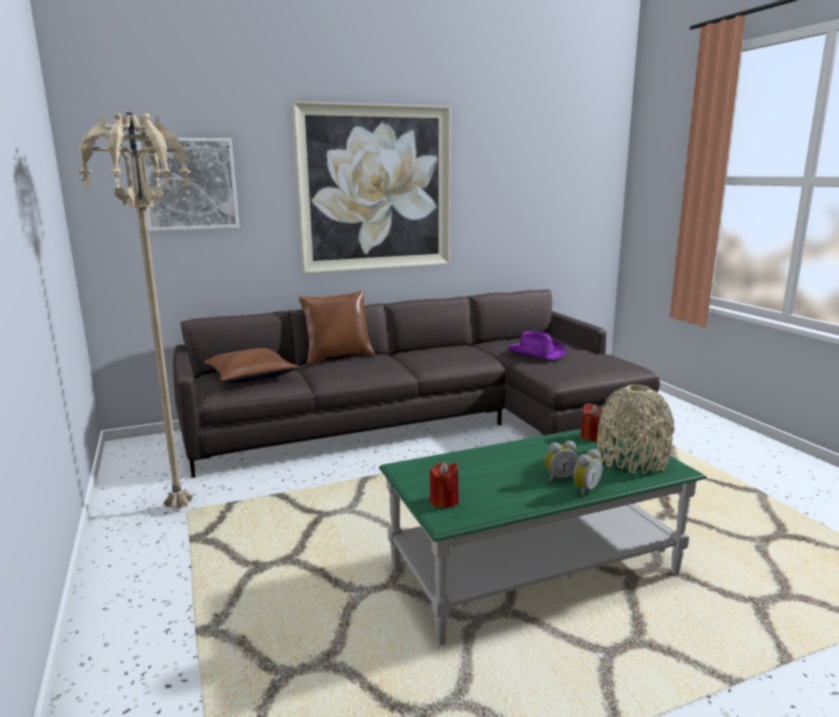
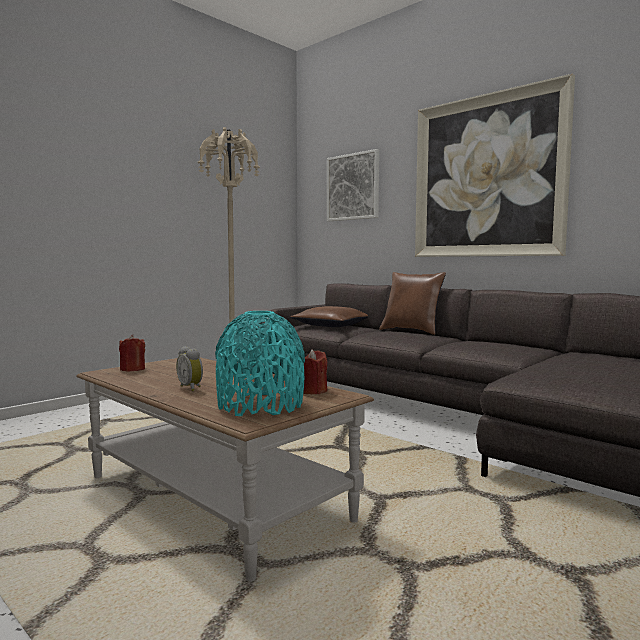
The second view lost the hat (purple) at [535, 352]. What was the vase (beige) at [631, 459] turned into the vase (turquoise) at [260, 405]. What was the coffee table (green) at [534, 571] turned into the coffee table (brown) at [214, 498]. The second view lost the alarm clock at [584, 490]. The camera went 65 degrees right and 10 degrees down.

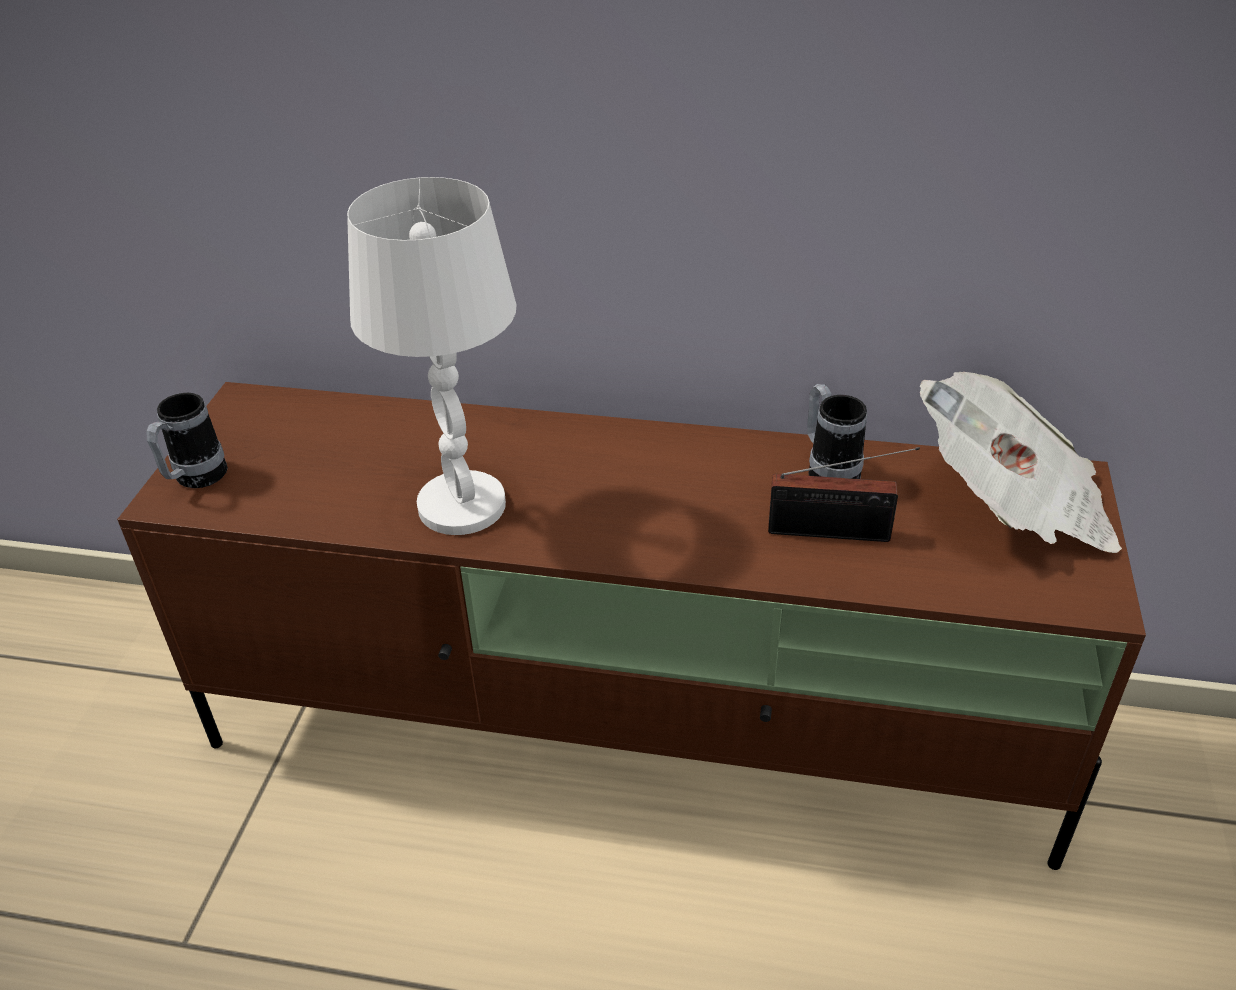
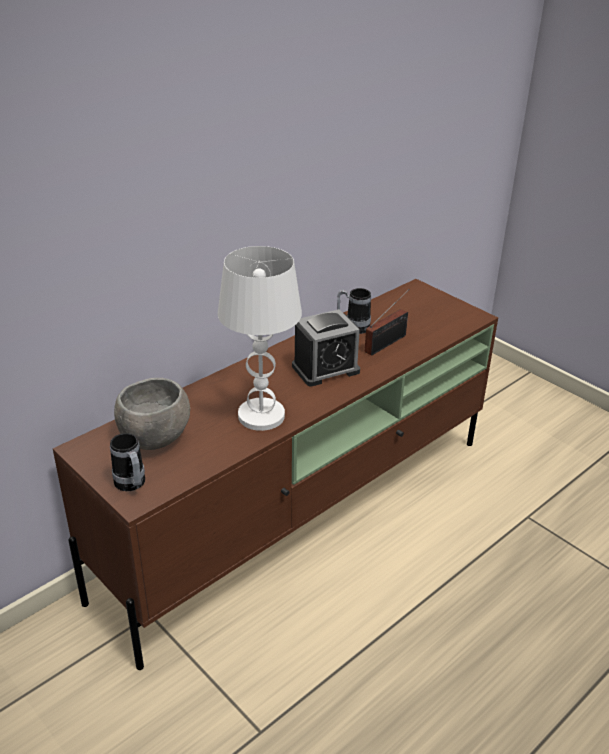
The second view lost the newspaper at [1012, 507]. The second view gained the alarm clock at [325, 369]. The second view gained the bowl (grey) at [154, 439]. The camera went 55 degrees left and 5 degrees down.

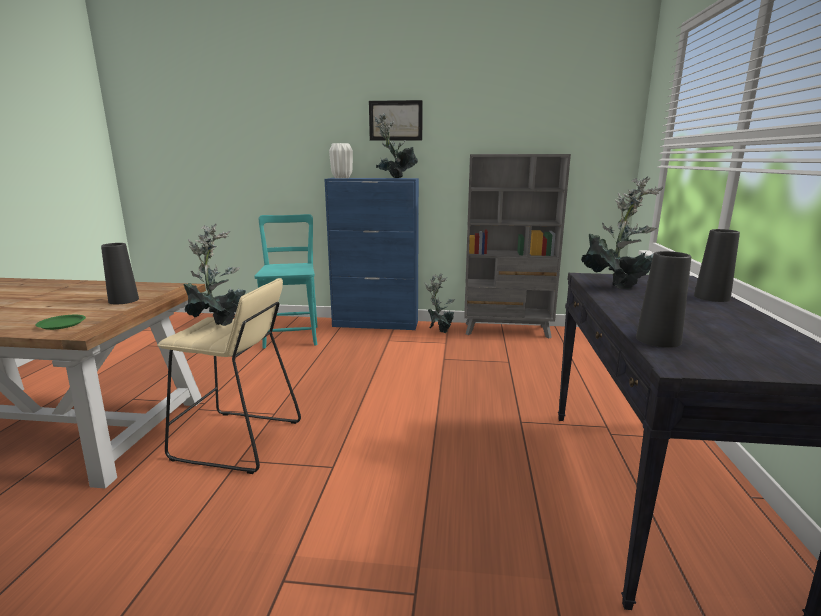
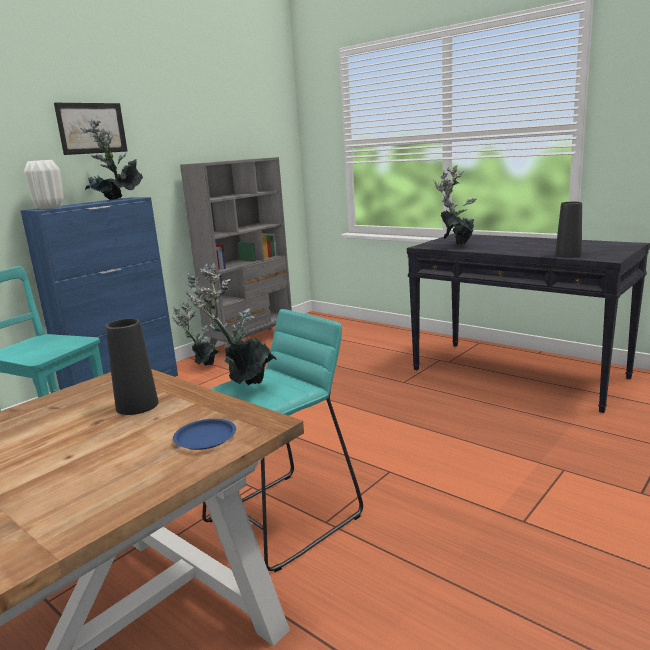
The second view lost the vase (black) at [711, 297]. What was the stool (beige) at [237, 441] turned into the stool (turquoise) at [284, 518]. What was the plate (green) at [62, 324] turned into the plate (blue) at [205, 438]. The camera went 55 degrees left and 0 degrees up.

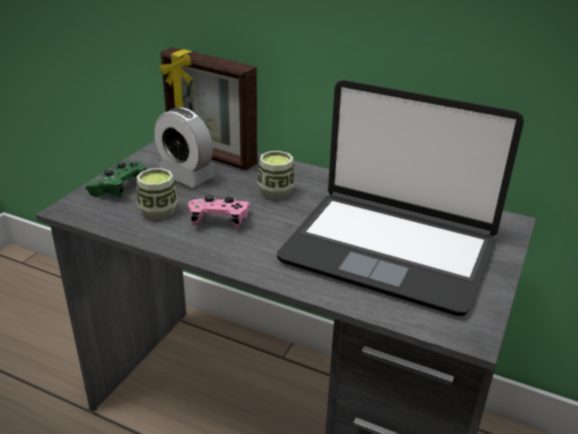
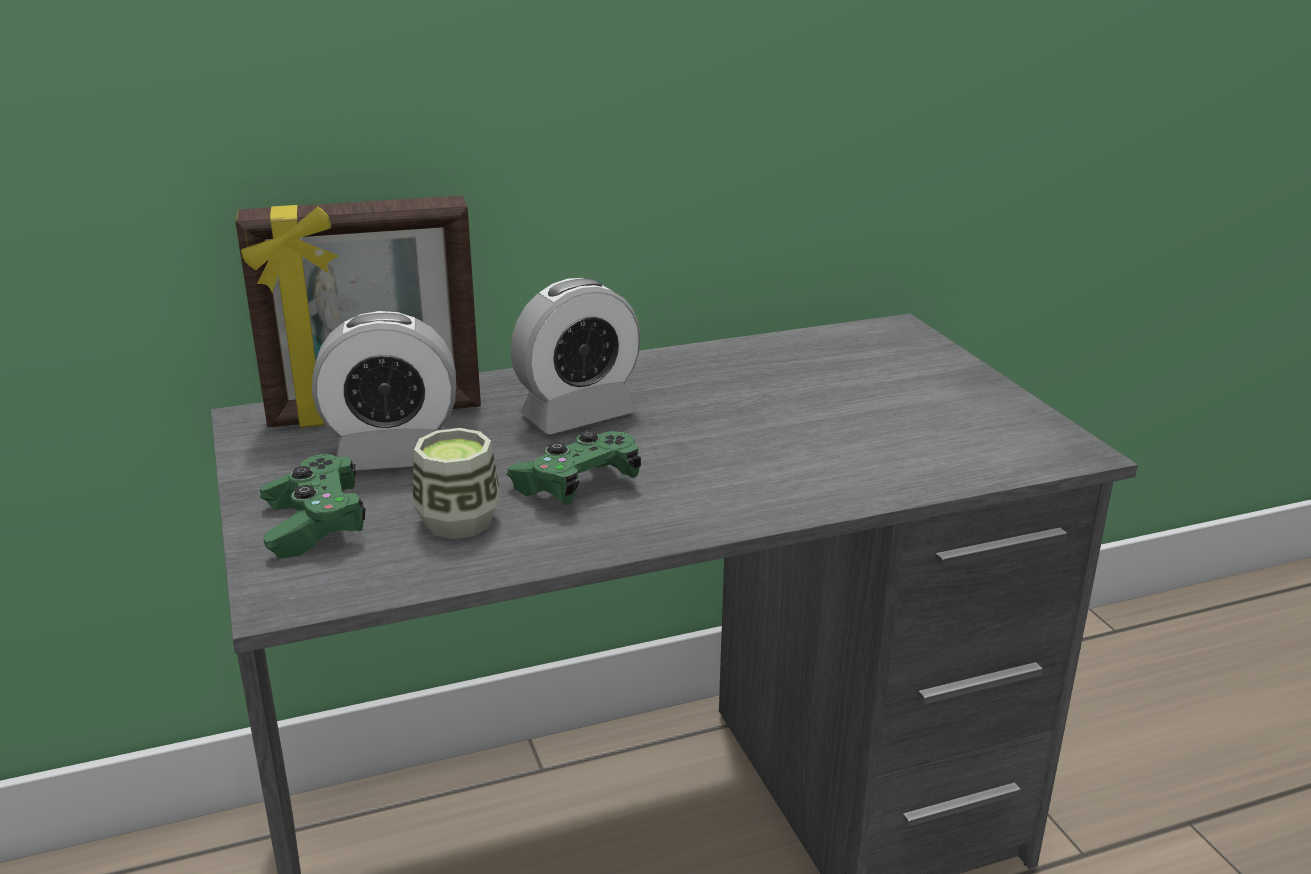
The second view lost the laptop at [389, 250]. Where the cup stood at [276, 192], the alarm clock came to stand at [578, 415]. What was the game controller (pink) at [219, 220] turned into the game controller (green) at [577, 486]. The camera went 45 degrees left and 5 degrees down.

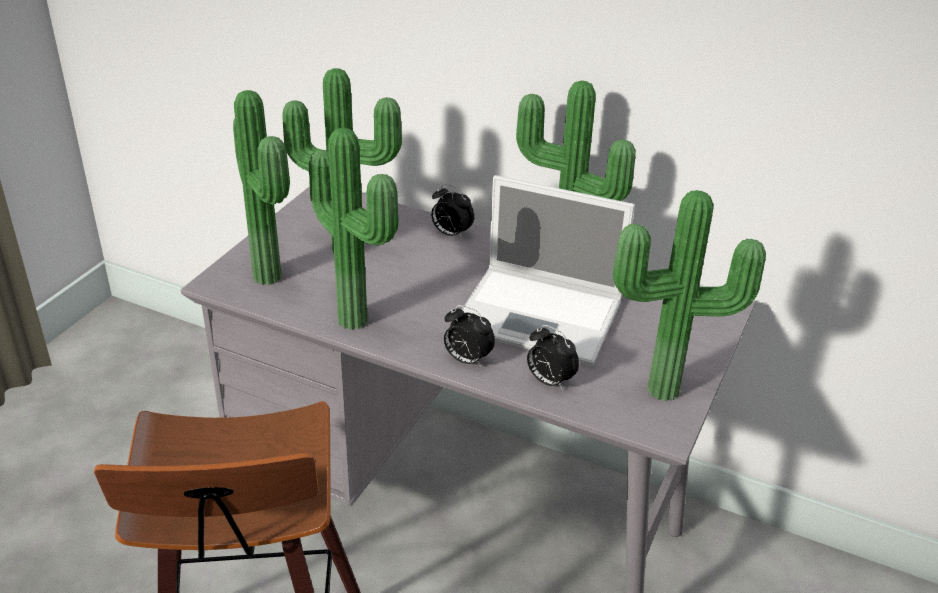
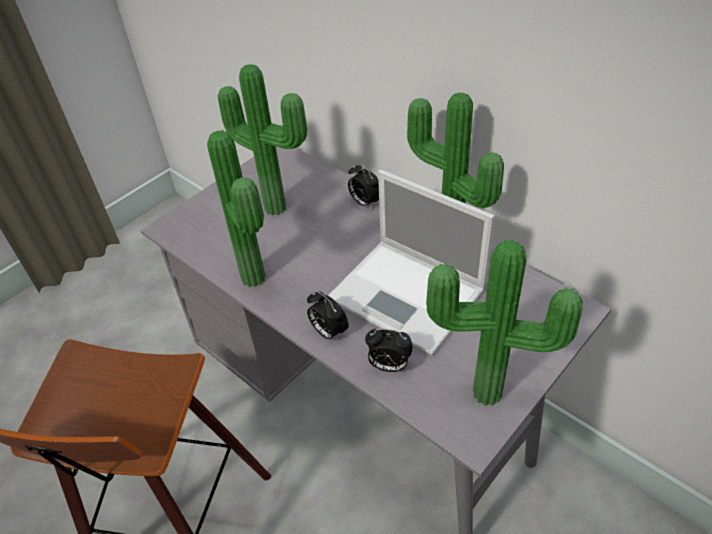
The second view lost the potted plant at [272, 275]. The alarm clock at [549, 381] ended up facing another way, 45 degrees counterclockwise from before. The camera went 20 degrees right and 10 degrees up.

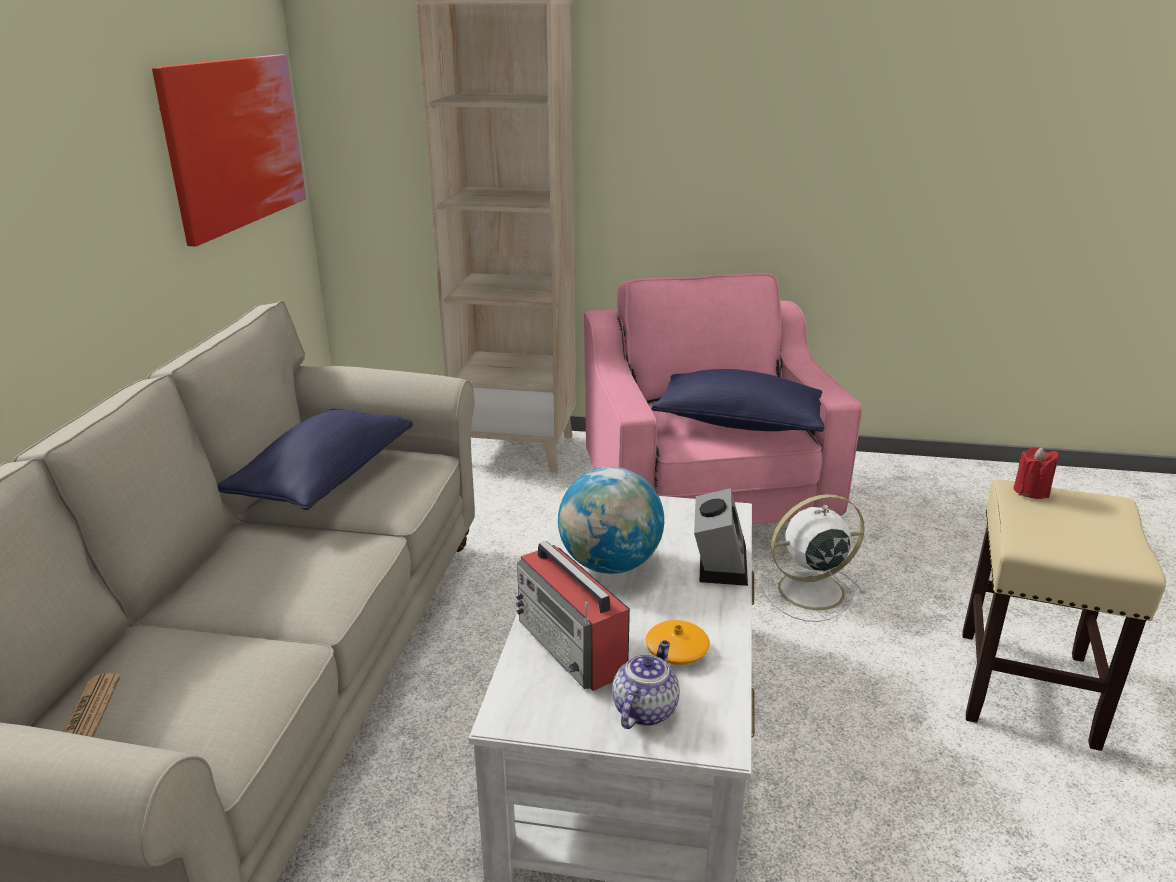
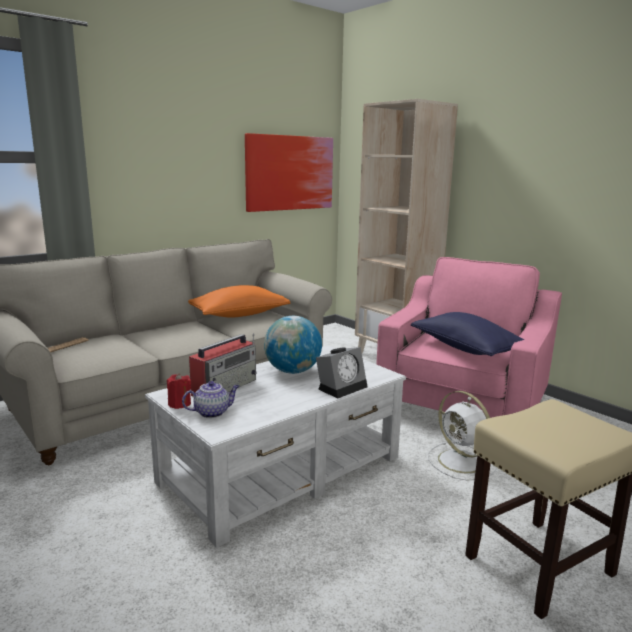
What was the pillow (blue) at [325, 479] turned into the pillow (orange) at [239, 315]. The candle (red) ended up elsewhere, having gone from [1031, 491] to [179, 404]. The fan (white) at [808, 591] ended up facing another way, 150 degrees counterclockwise from before. The radio at [572, 647] ended up facing another way, 150 degrees counterclockwise from before. The second view lost the vase (orange) at [677, 650]. The camera went 40 degrees right and 10 degrees down.

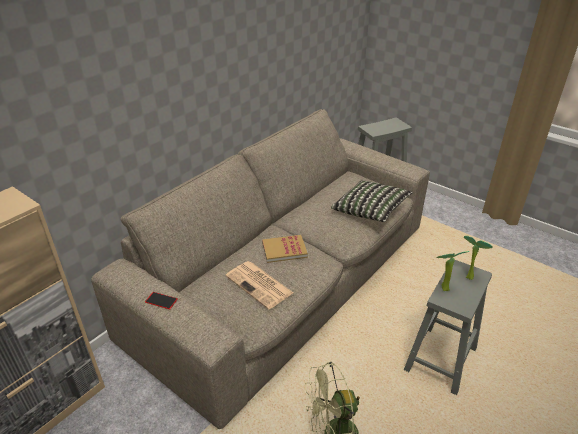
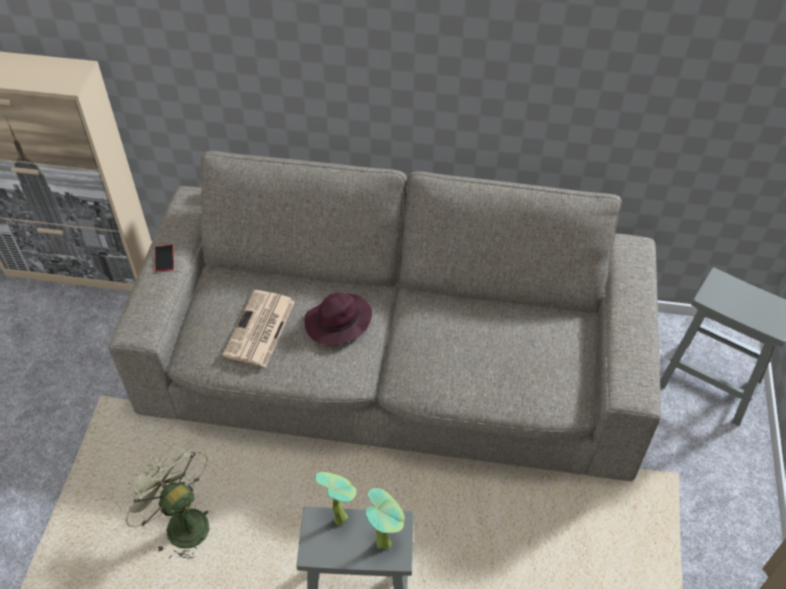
The second view lost the pillow at [370, 211]. Where the book stood at [284, 250], the hat (purple) came to stand at [338, 323]. The camera went 60 degrees right and 15 degrees up.

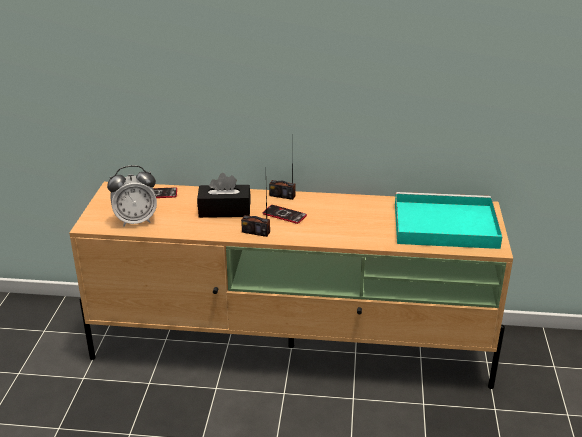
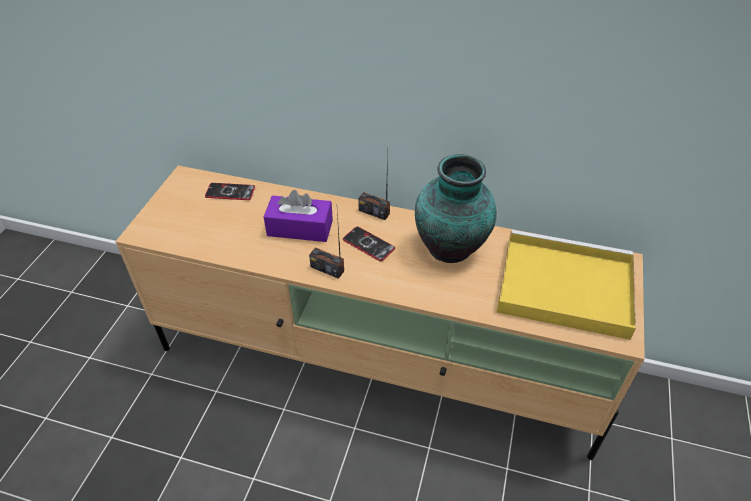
The second view lost the alarm clock at [136, 221]. What was the tissue box (black) at [224, 210] turned into the tissue box (purple) at [300, 228]. What was the tray (turquoise) at [442, 225] turned into the tray (yellow) at [561, 287]. The second view gained the vase at [452, 248]. The camera went 10 degrees right and 15 degrees up.

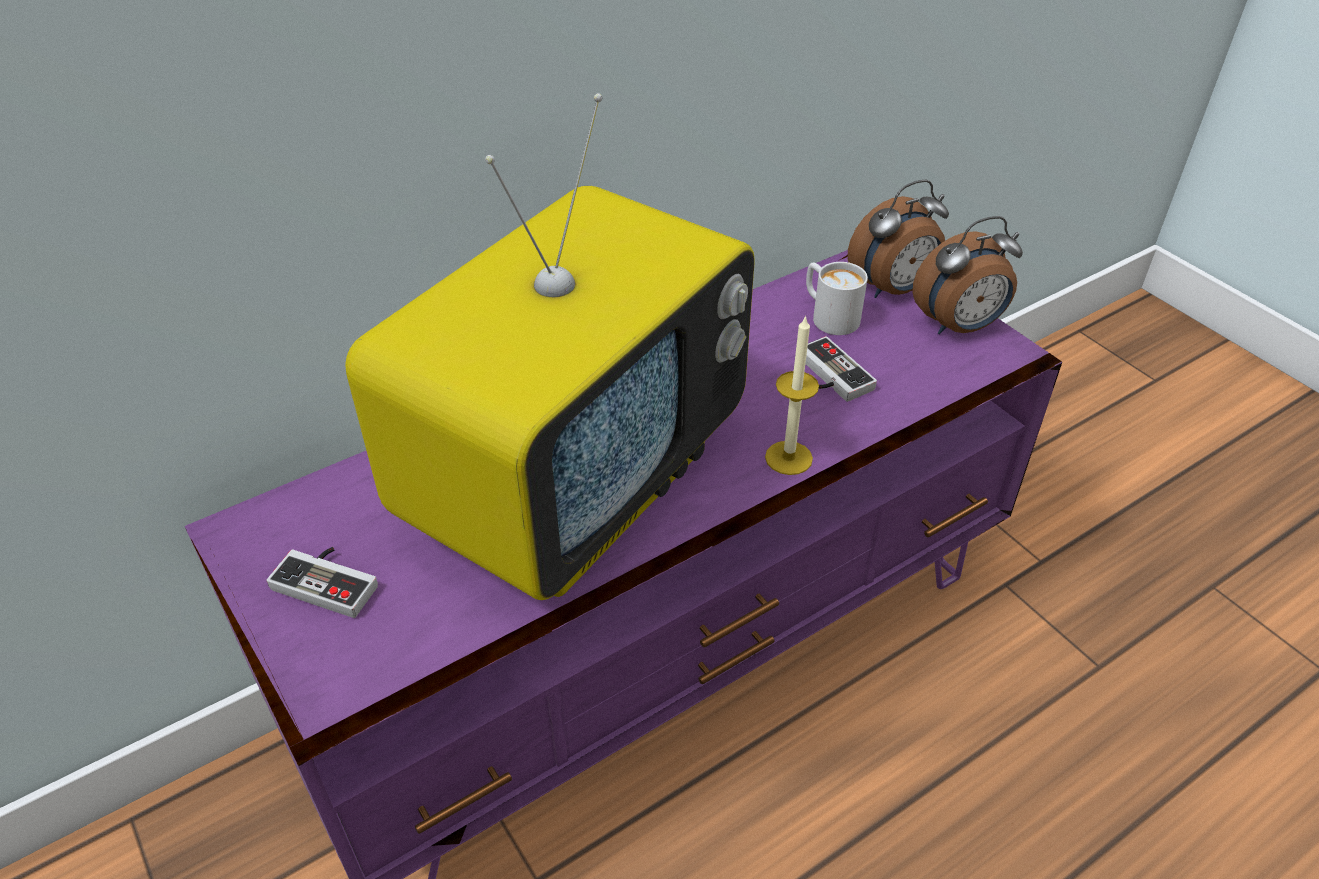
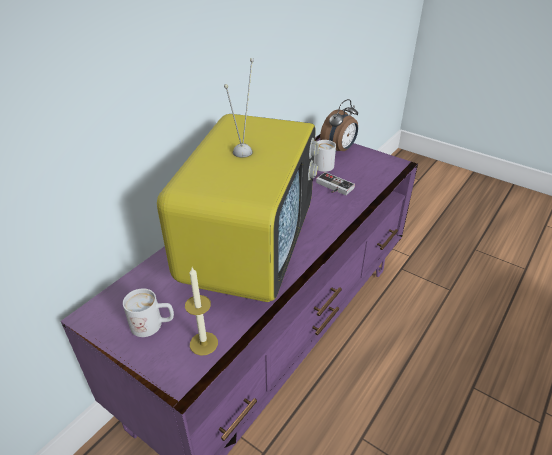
The second view lost the alarm clock at [959, 326]. The candle ended up elsewhere, having gone from [788, 458] to [203, 343]. Where the game controller stood at [330, 580], the mug (white) came to stand at [153, 325]. The camera went 20 degrees left and 5 degrees down.

